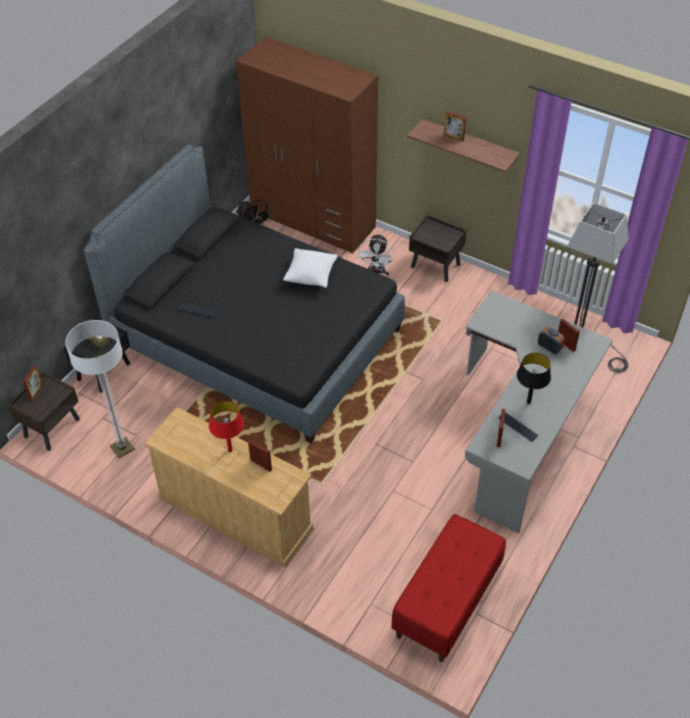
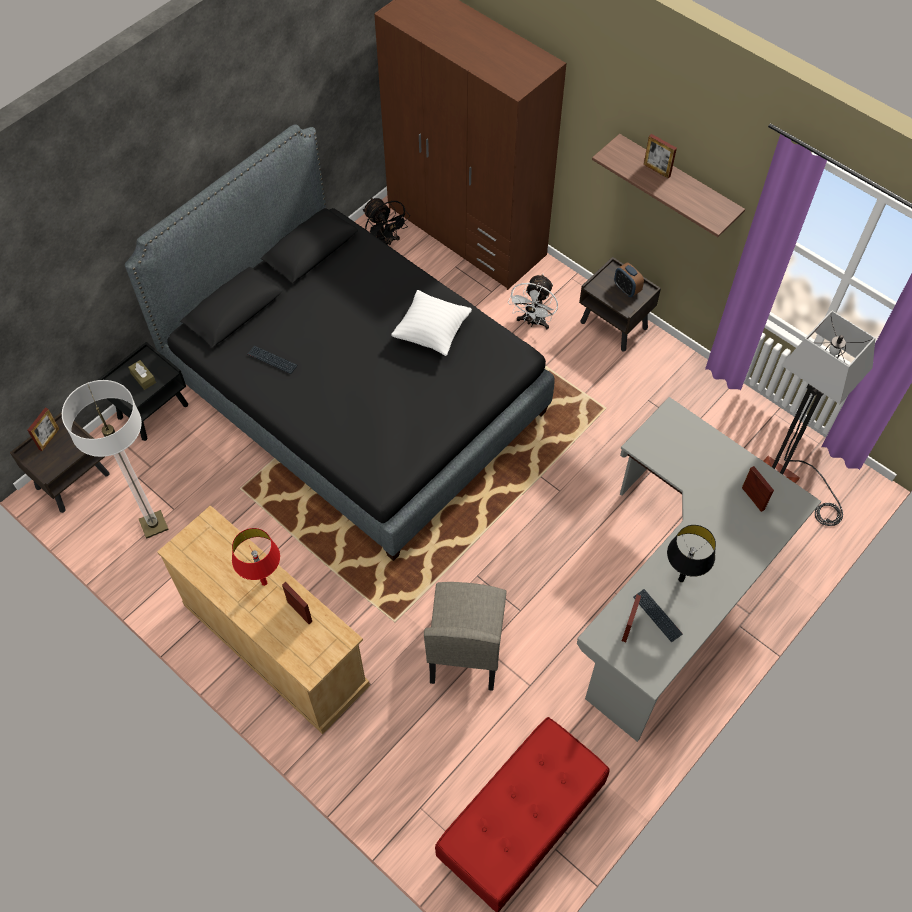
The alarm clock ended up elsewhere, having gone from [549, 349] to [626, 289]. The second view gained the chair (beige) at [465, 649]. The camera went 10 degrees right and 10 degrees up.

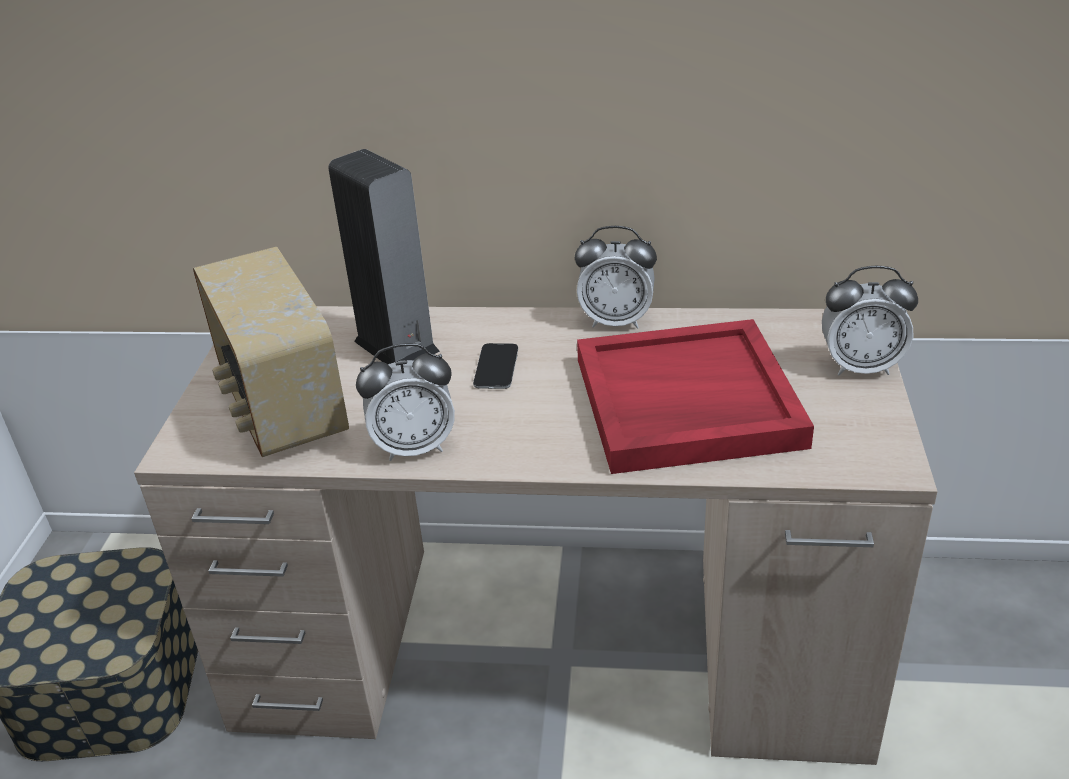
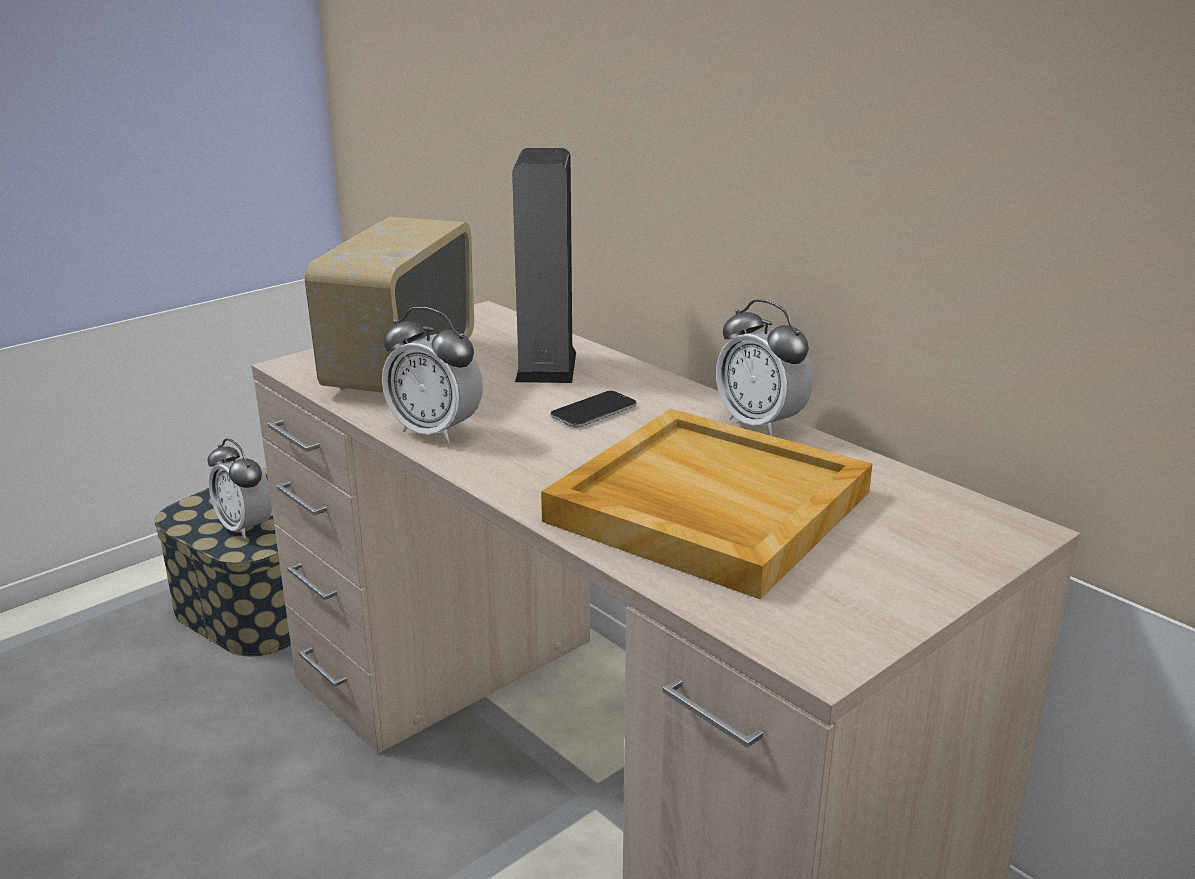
The alarm clock ended up elsewhere, having gone from [860, 367] to [245, 527]. What was the tray (red) at [685, 403] turned into the tray (beige) at [705, 507]. The camera went 40 degrees right and 10 degrees down.

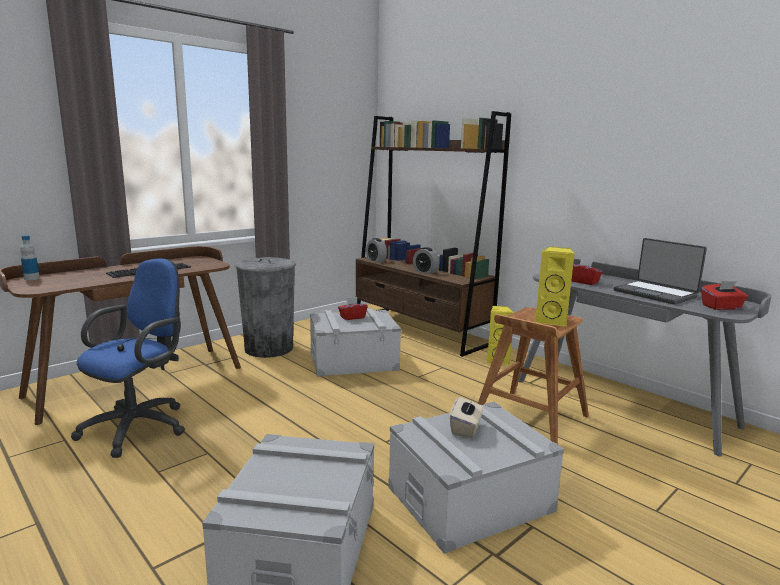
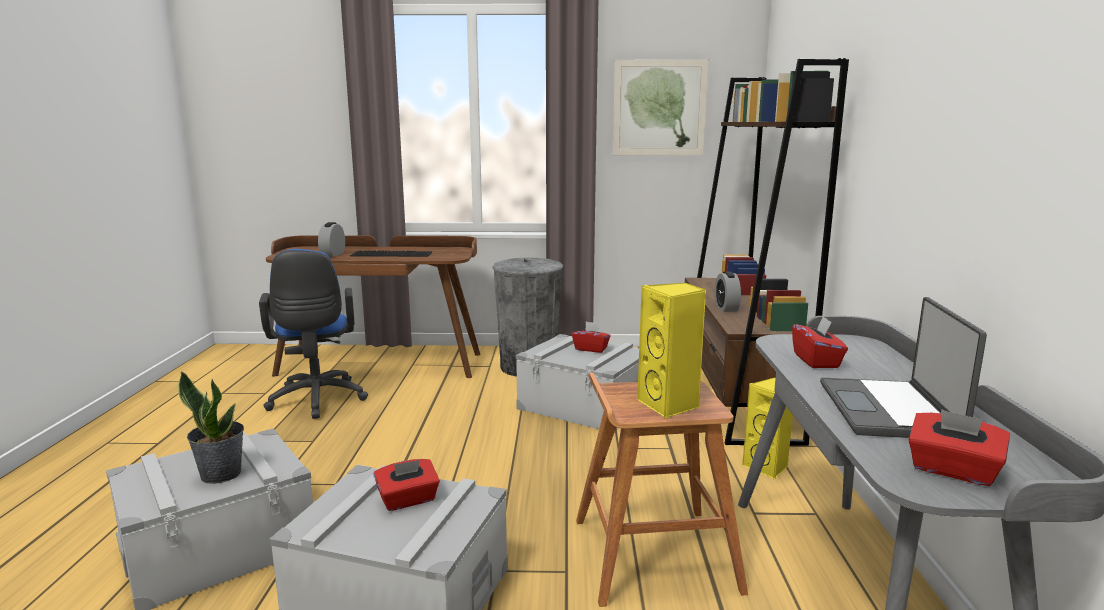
The second view lost the bottle at [32, 278]. The alarm clock ended up elsewhere, having gone from [376, 260] to [333, 254]. The office chair (blue) at [140, 426] ended up facing another way, 90 degrees clockwise from before. What was the tissue box (beige) at [466, 428] turned into the tissue box (red) at [408, 500]. The second view gained the picture at [659, 108]. The second view gained the potted plant at [221, 474]. The camera went 45 degrees right and 0 degrees up.

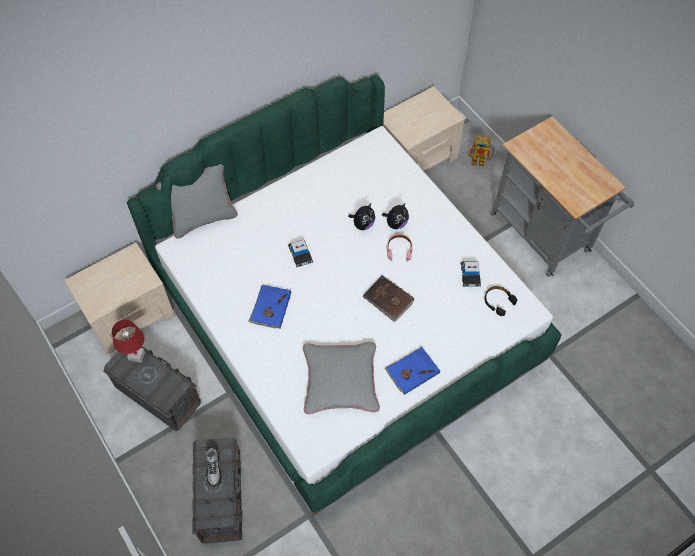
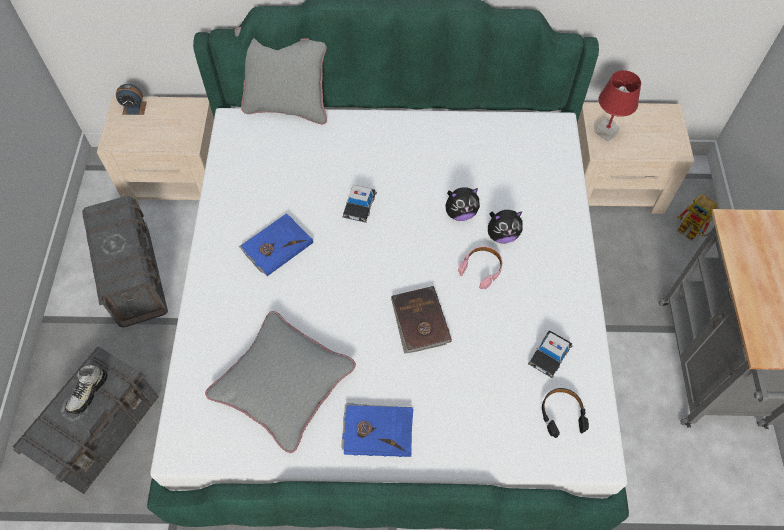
The table lamp (red) ended up elsewhere, having gone from [137, 356] to [606, 133]. The second view gained the alarm clock at [134, 108]. The camera went 35 degrees right and 0 degrees up.

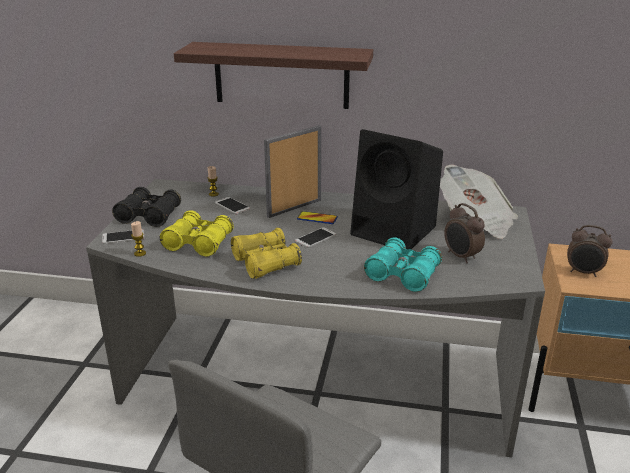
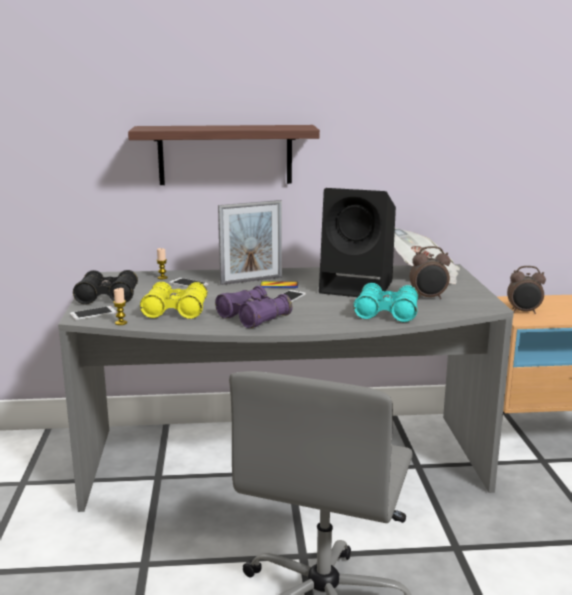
The picture frame at [294, 208] ended up facing another way, 150 degrees counterclockwise from before. The alarm clock at [461, 257] ended up facing another way, 45 degrees counterclockwise from before. What was the binoculars (yellow) at [265, 262] turned into the binoculars (purple) at [253, 317]. The camera went 15 degrees left and 10 degrees down.

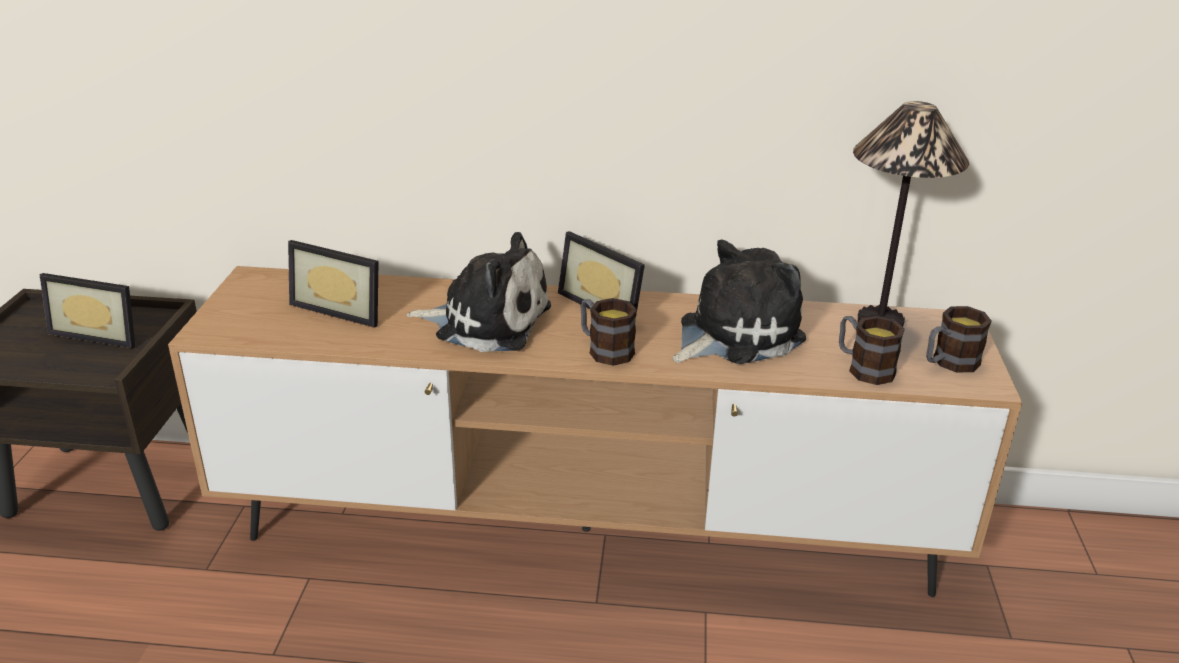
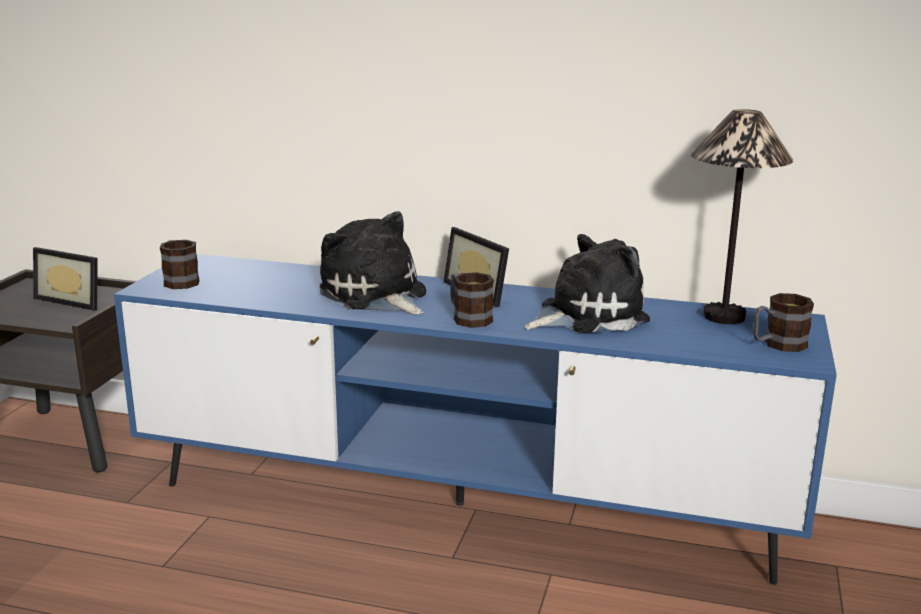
The plush toy at [487, 321] ended up facing another way, 150 degrees counterclockwise from before. The second view lost the picture frame at [343, 308]. What was the tv stand (brown) at [586, 529] turned into the tv stand (blue) at [459, 504]. The mug ended up elsewhere, having gone from [863, 367] to [179, 281]. The camera went 10 degrees right and 10 degrees down.

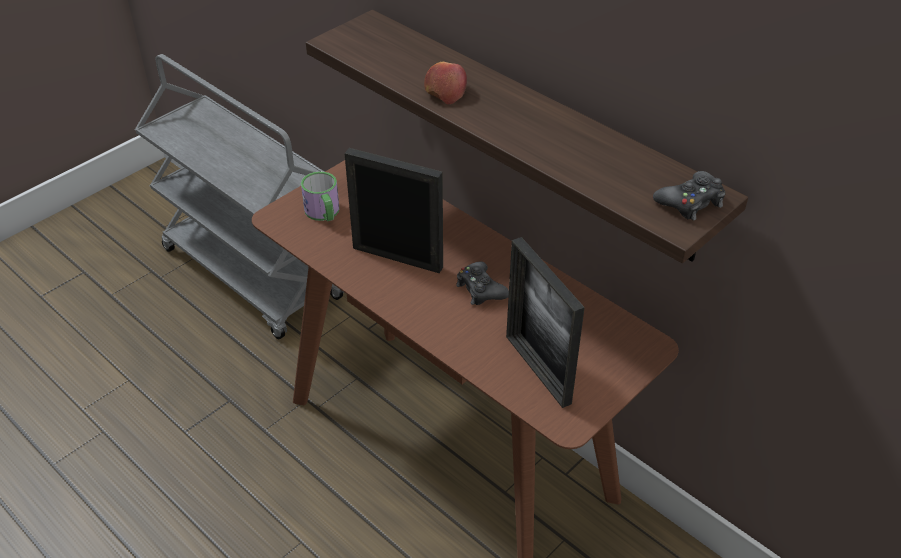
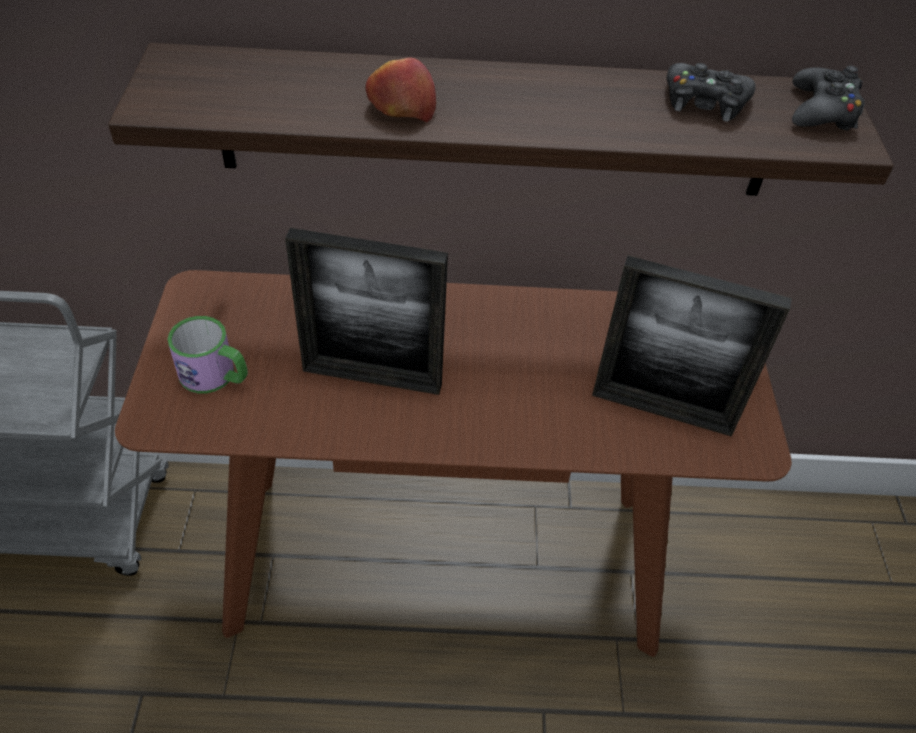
The picture frame at [397, 257] ended up facing another way, 150 degrees counterclockwise from before. The game controller (black) ended up elsewhere, having gone from [480, 289] to [705, 102]. The camera went 45 degrees left and 5 degrees up.

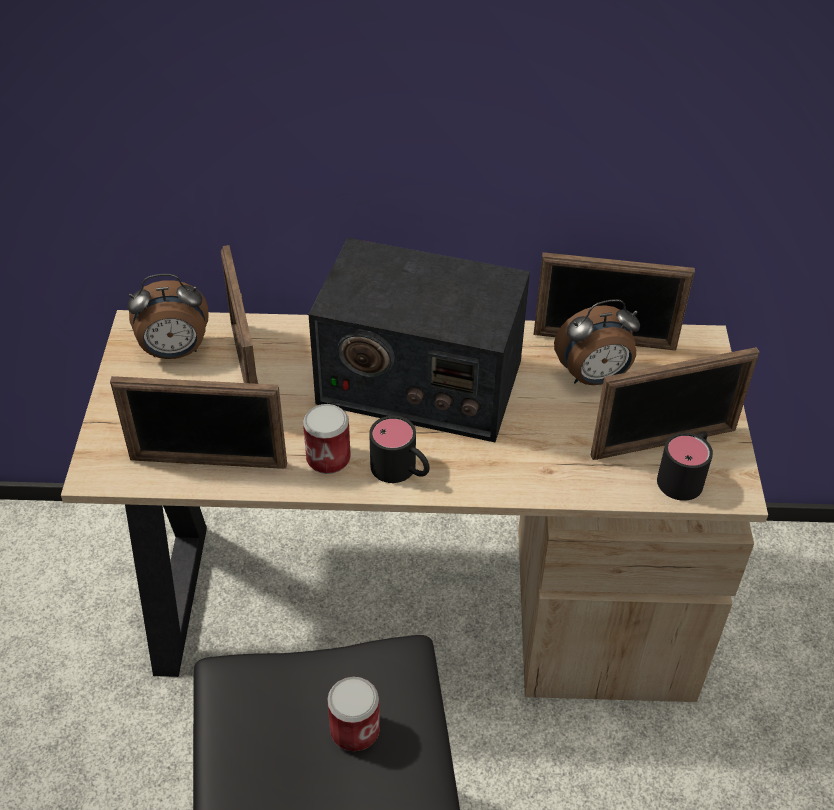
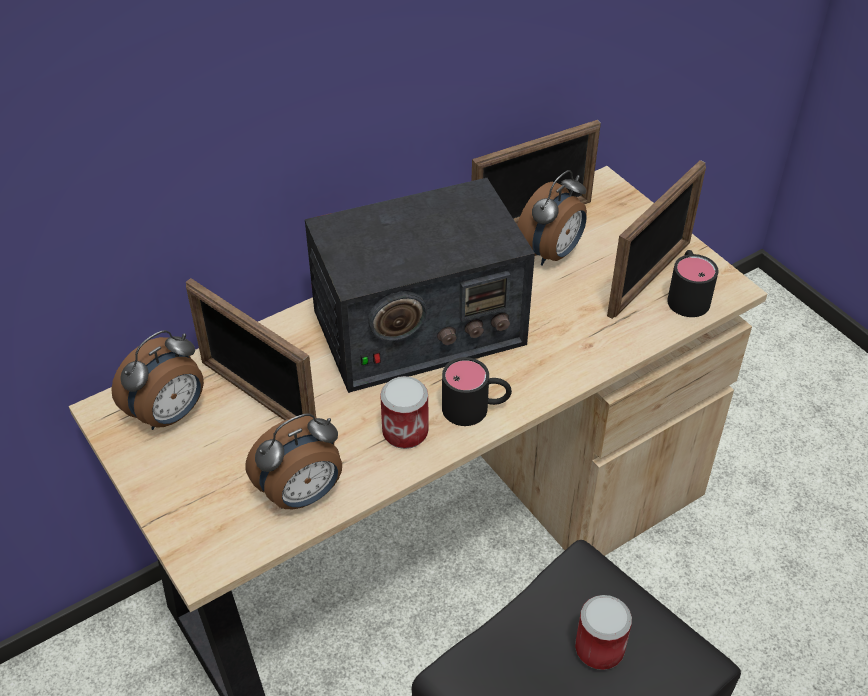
Where the picture frame stood at [208, 462], the alarm clock came to stand at [302, 495]. The camera went 35 degrees left and 0 degrees up.

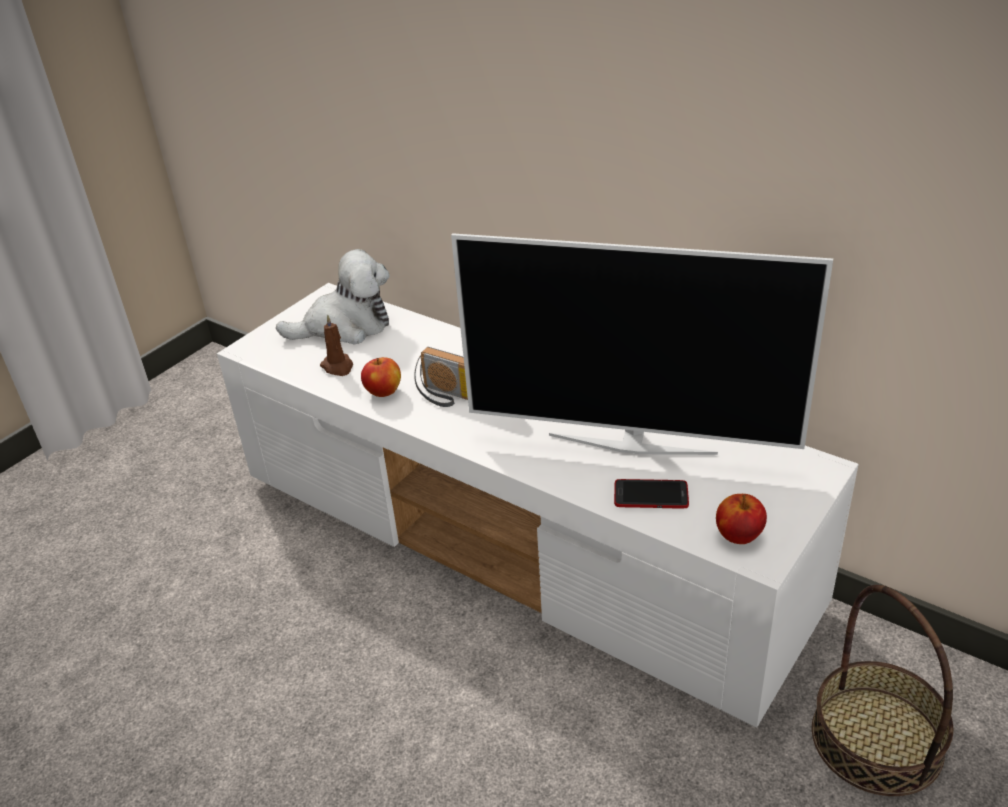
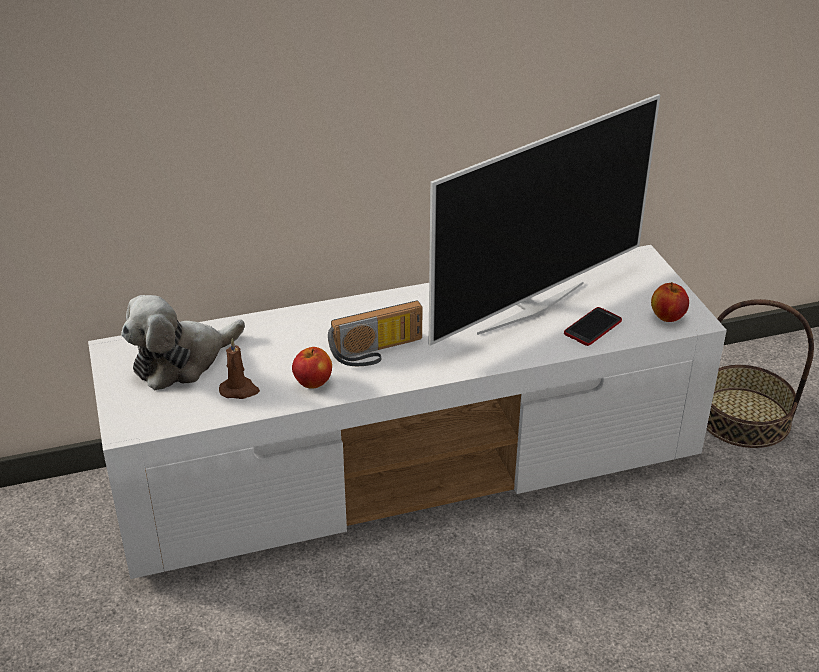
The plush toy at [345, 327] ended up facing another way, 150 degrees counterclockwise from before. The camera went 55 degrees left and 0 degrees up.

